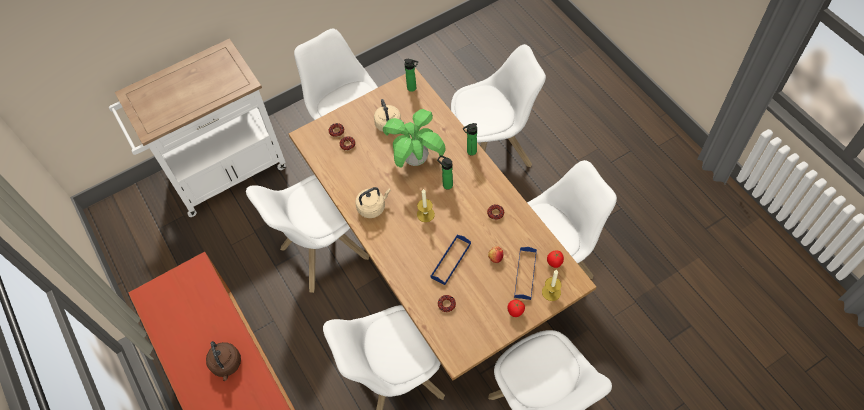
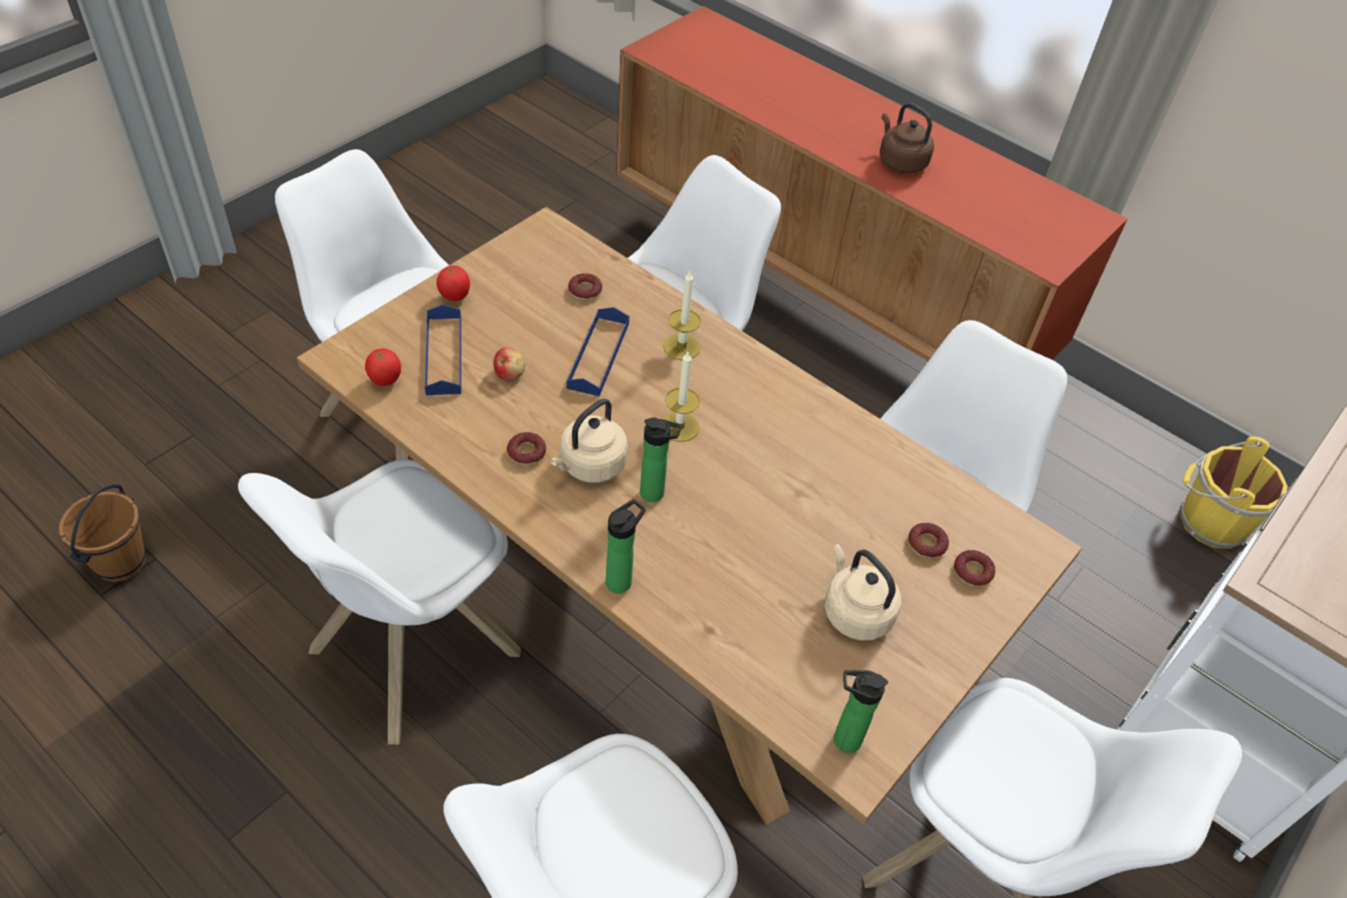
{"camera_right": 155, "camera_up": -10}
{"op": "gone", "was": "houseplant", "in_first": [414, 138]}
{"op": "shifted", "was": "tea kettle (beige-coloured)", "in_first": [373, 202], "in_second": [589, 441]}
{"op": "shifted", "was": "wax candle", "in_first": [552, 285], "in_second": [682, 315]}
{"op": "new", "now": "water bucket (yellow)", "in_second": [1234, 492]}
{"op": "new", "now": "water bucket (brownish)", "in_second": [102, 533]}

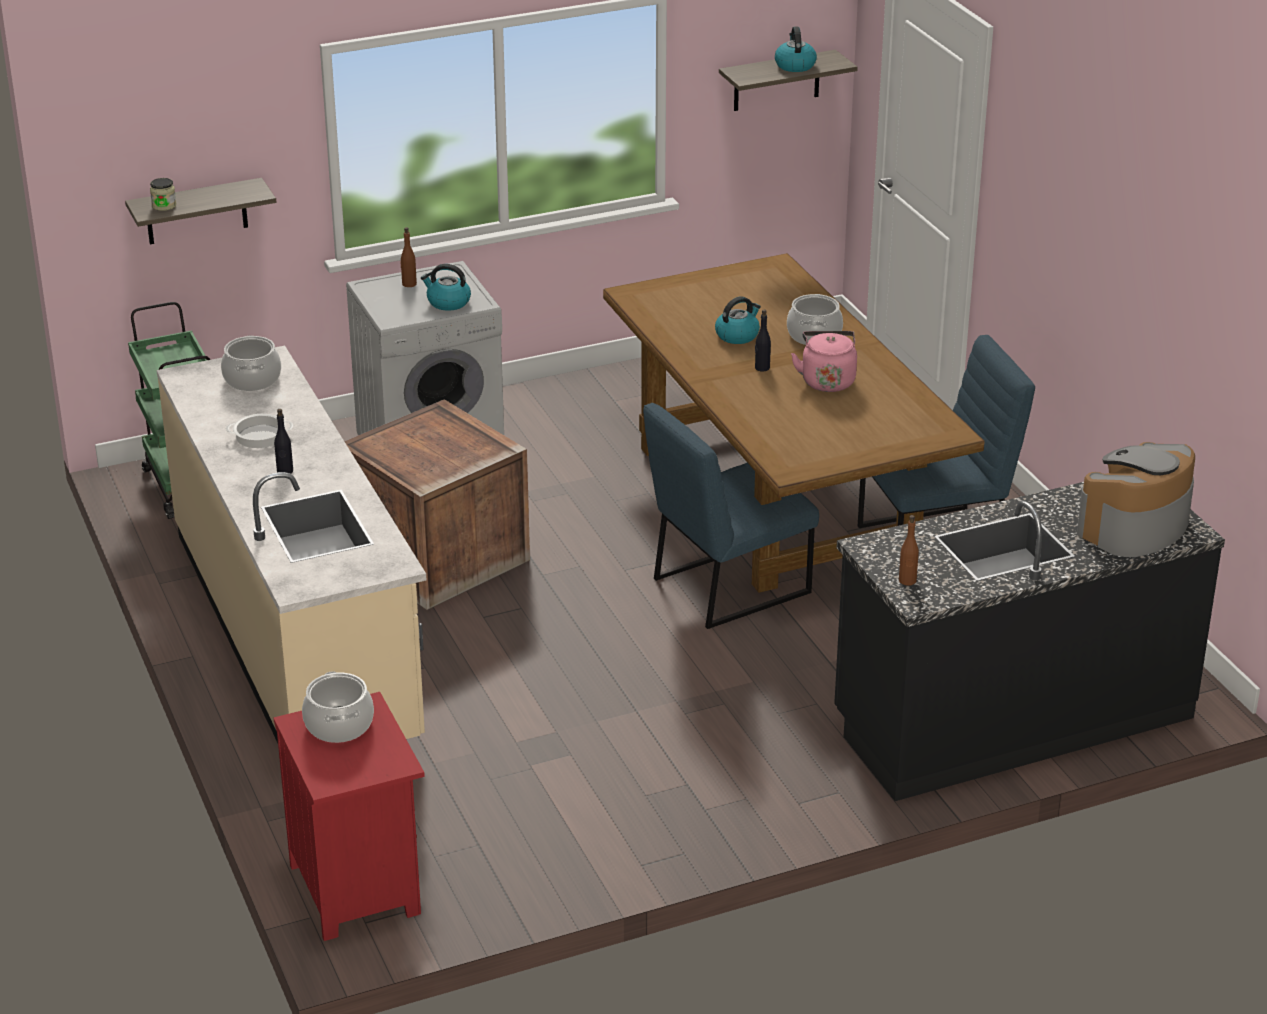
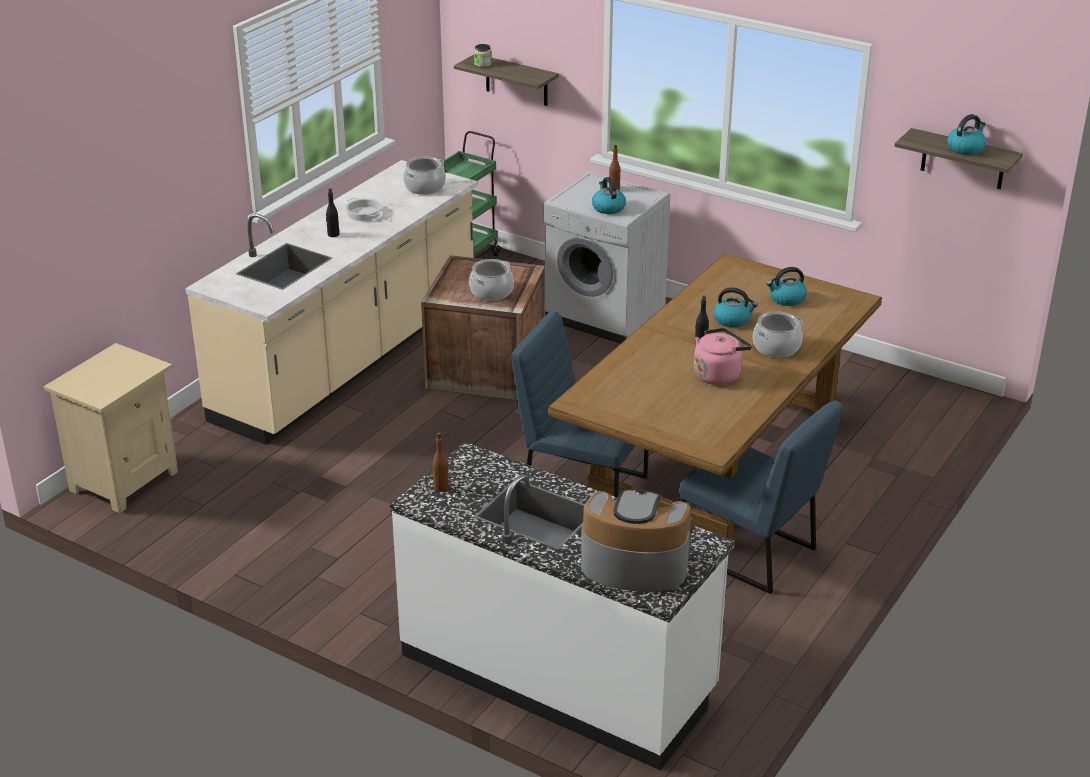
{"camera_right": 55, "camera_up": 0}
{"op": "repainted", "was": "counter (black)", "now": "counter (whitish)", "in_first": [1029, 641], "in_second": [562, 606]}
{"op": "shifted", "was": "stockpot", "in_first": [338, 707], "in_second": [491, 280]}
{"op": "repainted", "was": "bedside table (reddish)", "now": "bedside table (beige-coloured)", "in_first": [349, 816], "in_second": [111, 428]}
{"op": "new", "now": "tea kettle", "in_second": [786, 286]}

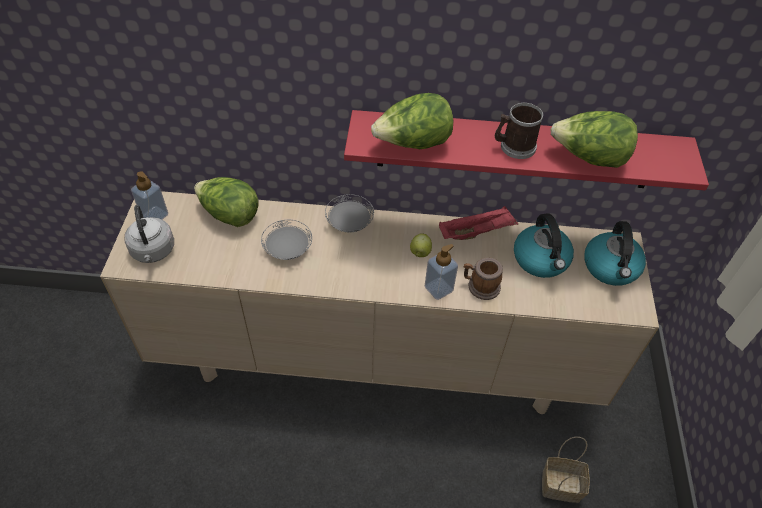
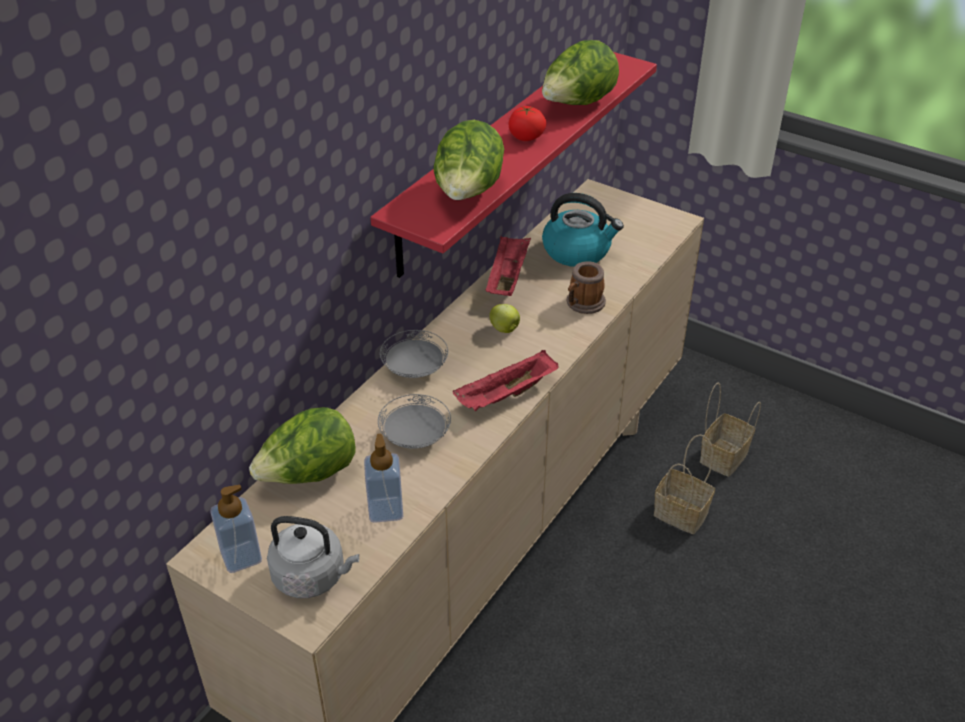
{"camera_right": -60, "camera_up": -10}
{"op": "swapped", "was": "mug", "now": "tomato", "in_first": [519, 131], "in_second": [527, 123]}
{"op": "gone", "was": "tea kettle", "in_first": [615, 253]}
{"op": "shifted", "was": "soap dispenser", "in_first": [441, 272], "in_second": [383, 478]}
{"op": "new", "now": "tray (reddish)", "in_second": [505, 380]}
{"op": "new", "now": "household basket", "in_second": [684, 484]}

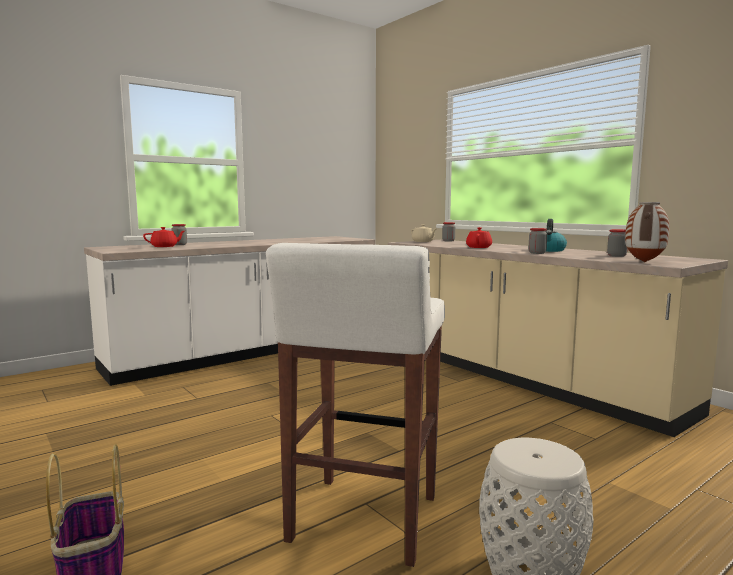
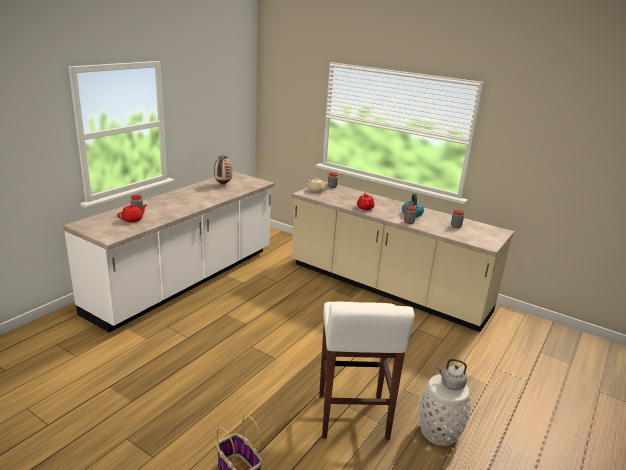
{"camera_right": -20, "camera_up": 15}
{"op": "shifted", "was": "decorative vase", "in_first": [647, 232], "in_second": [223, 170]}
{"op": "new", "now": "tea kettle (grey)", "in_second": [452, 374]}

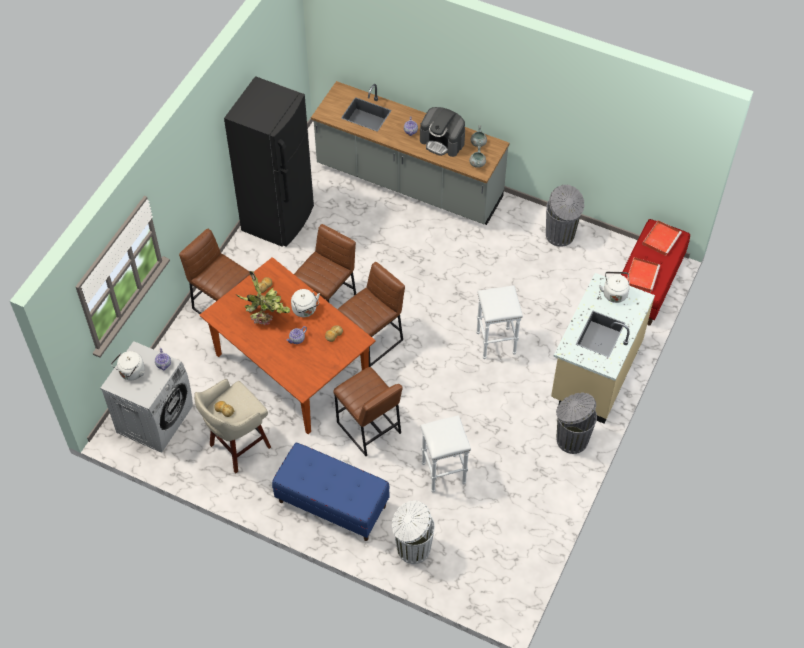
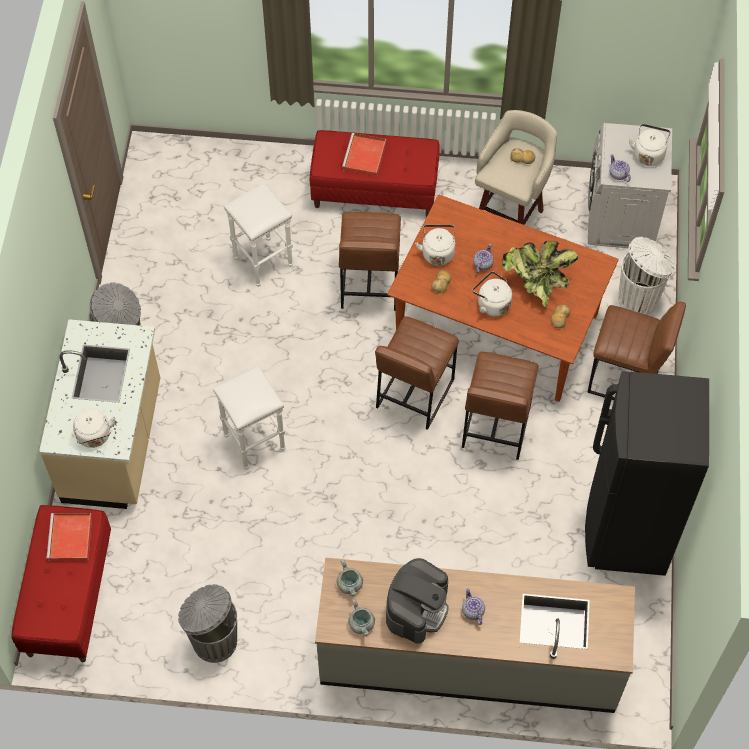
{"camera_right": 160, "camera_up": 5}
{"op": "rotated", "was": "coffee brewer", "in_first": [442, 132], "in_second": [417, 601], "clockwise": 105}
{"op": "shifted", "was": "tray (reddish)", "in_first": [662, 238], "in_second": [364, 154]}
{"op": "rotated", "was": "upright chair (brownish)", "in_first": [368, 411], "in_second": [370, 261], "clockwise": -120}
{"op": "repainted", "was": "bench (bluish)", "now": "bench (reddish)", "in_first": [330, 492], "in_second": [375, 173]}
{"op": "shifted", "was": "waste bin (whitish)", "in_first": [413, 532], "in_second": [646, 276]}
{"op": "new", "now": "tea kettle (whitish)", "in_second": [435, 245]}

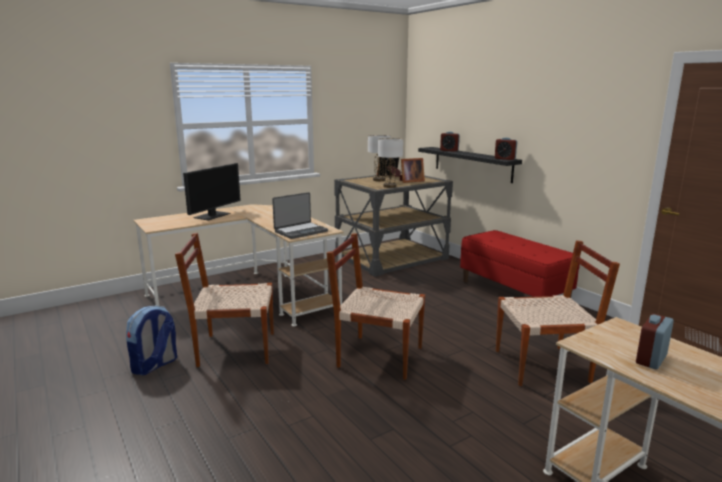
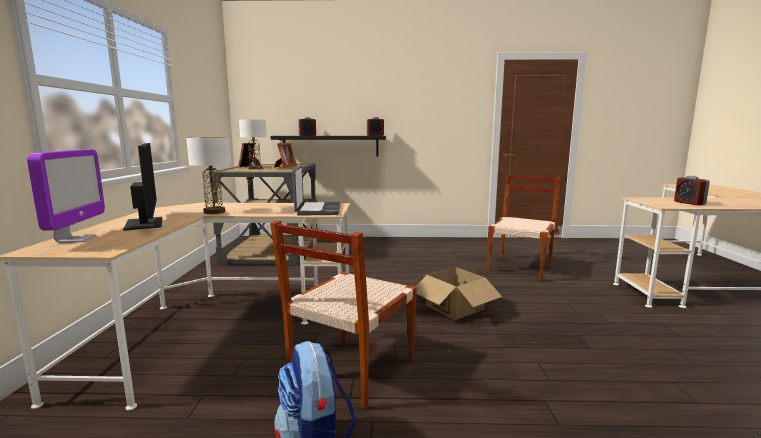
{"camera_right": -55, "camera_up": -5}
{"op": "shifted", "was": "lamp for a table", "in_first": [390, 163], "in_second": [208, 176]}
{"op": "gone", "was": "bench (reddish)", "in_first": [520, 264]}
{"op": "swapped", "was": "upright chair", "now": "carton", "in_first": [375, 306], "in_second": [458, 293]}
{"op": "new", "now": "monitor", "in_second": [66, 196]}

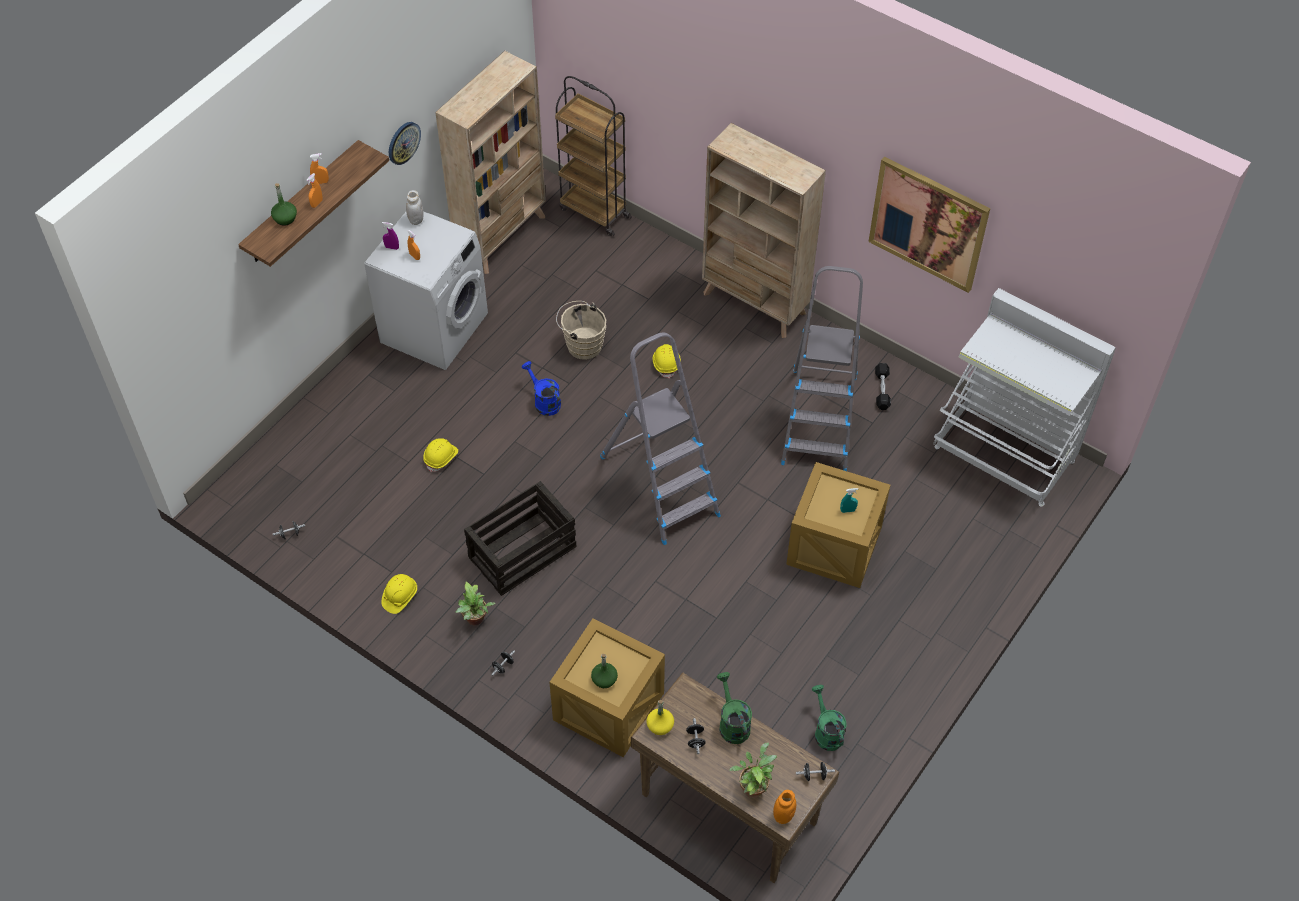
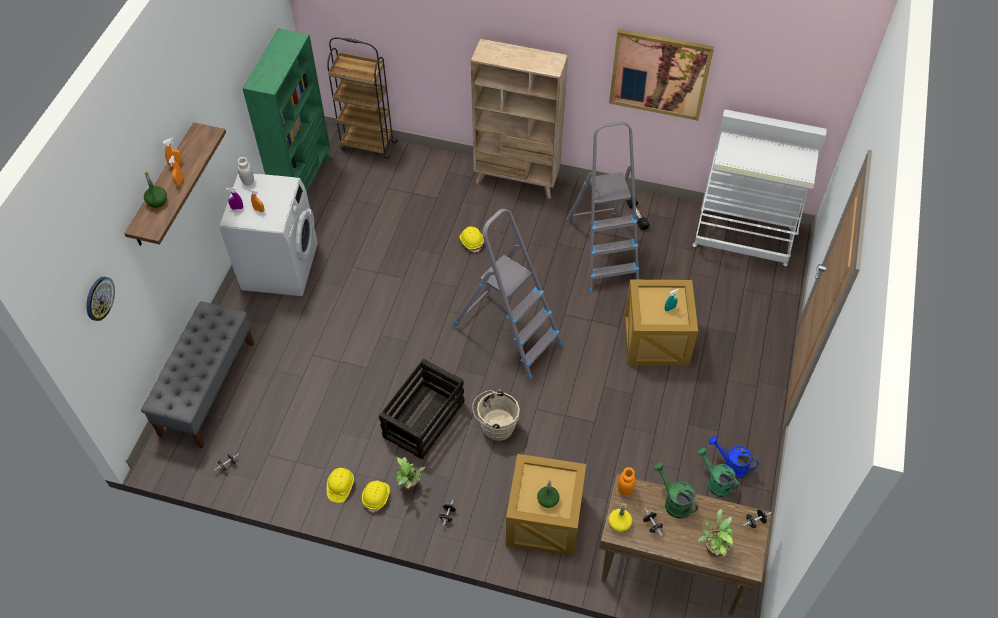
{"camera_right": -20, "camera_up": 0}
{"op": "repainted", "was": "bookshelf (beige-coloured)", "now": "bookshelf (green)", "in_first": [490, 162], "in_second": [287, 110]}
{"op": "shifted", "was": "clock on the wall", "in_first": [405, 143], "in_second": [100, 299]}
{"op": "shifted", "was": "water bucket (beige-coloured)", "in_first": [581, 330], "in_second": [496, 415]}
{"op": "shifted", "was": "watering pot (bluish)", "in_first": [541, 388], "in_second": [734, 457]}
{"op": "shifted", "was": "safety helmet (yellow)", "in_first": [440, 455], "in_second": [376, 497]}
{"op": "shifted", "was": "jar (orange-coloured)", "in_first": [784, 807], "in_second": [626, 481]}
{"op": "new", "now": "bench (grey)", "in_second": [197, 375]}

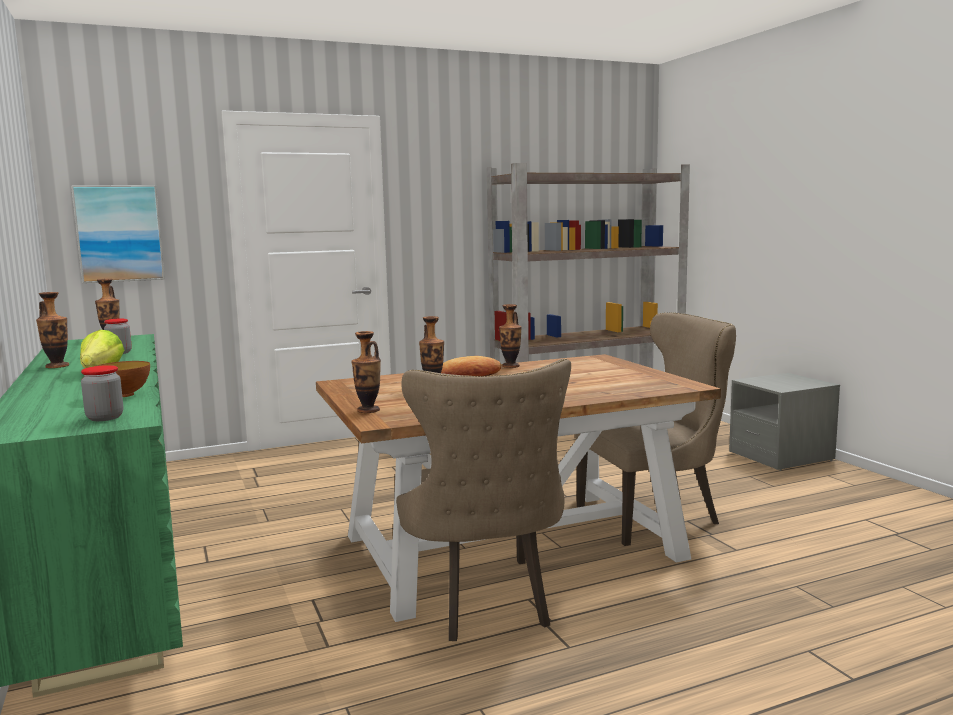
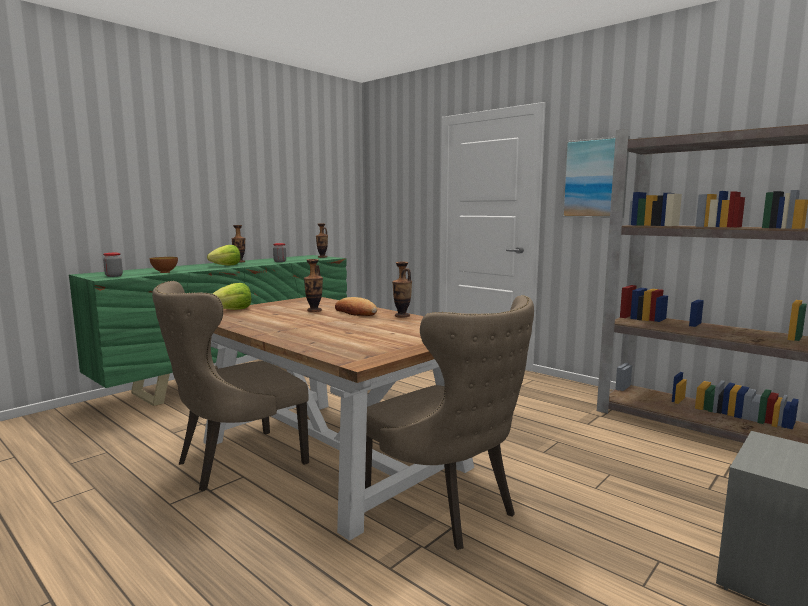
{"camera_right": 65, "camera_up": 0}
{"op": "shifted", "was": "picture", "in_first": [118, 234], "in_second": [596, 177]}
{"op": "swapped", "was": "decorative vase", "now": "lettuce head", "in_first": [366, 372], "in_second": [231, 296]}

